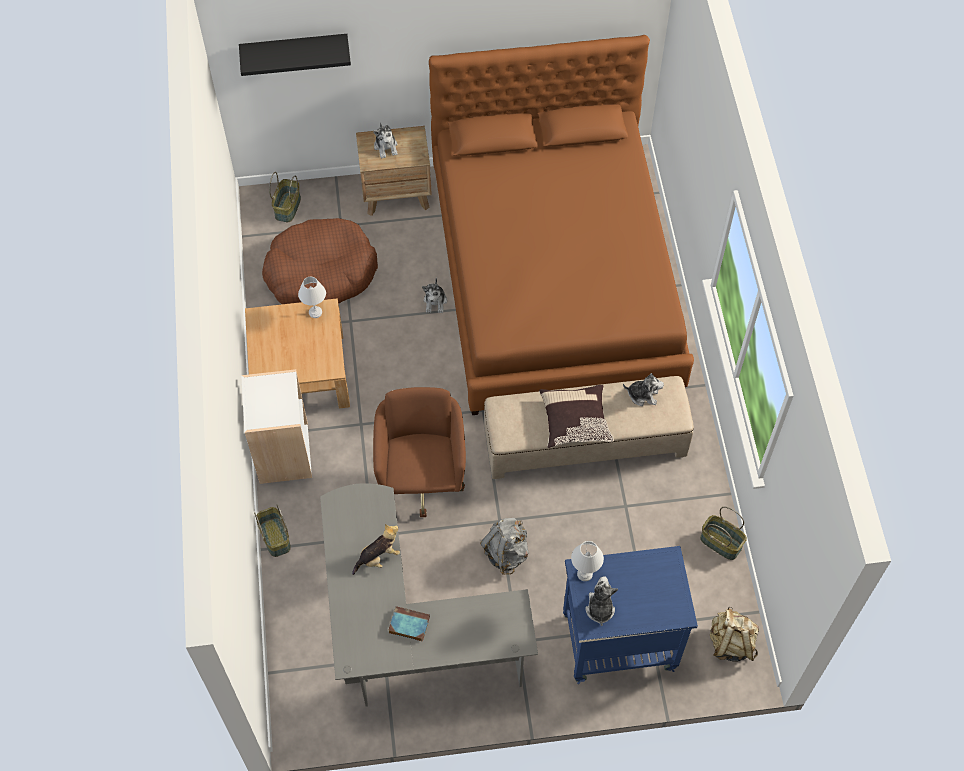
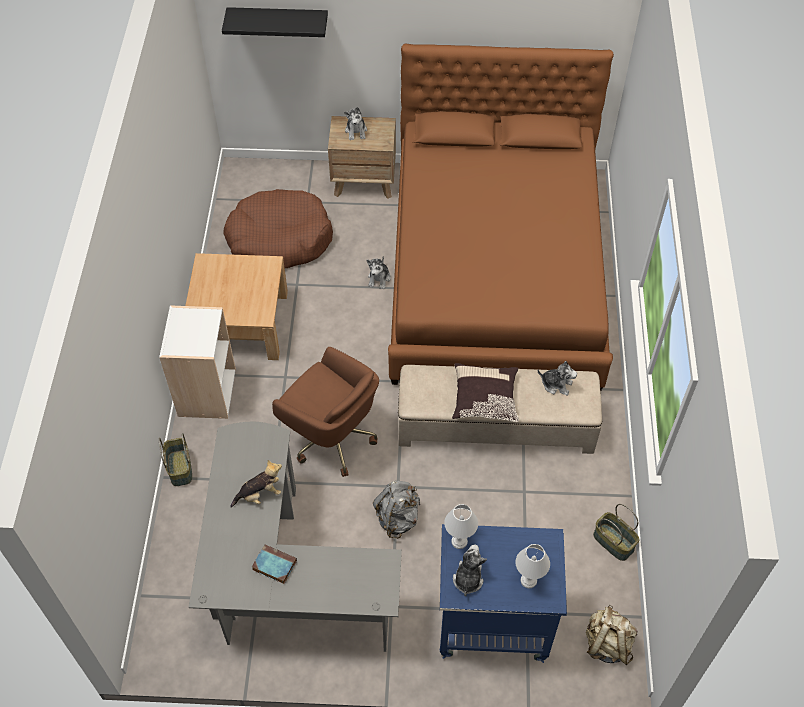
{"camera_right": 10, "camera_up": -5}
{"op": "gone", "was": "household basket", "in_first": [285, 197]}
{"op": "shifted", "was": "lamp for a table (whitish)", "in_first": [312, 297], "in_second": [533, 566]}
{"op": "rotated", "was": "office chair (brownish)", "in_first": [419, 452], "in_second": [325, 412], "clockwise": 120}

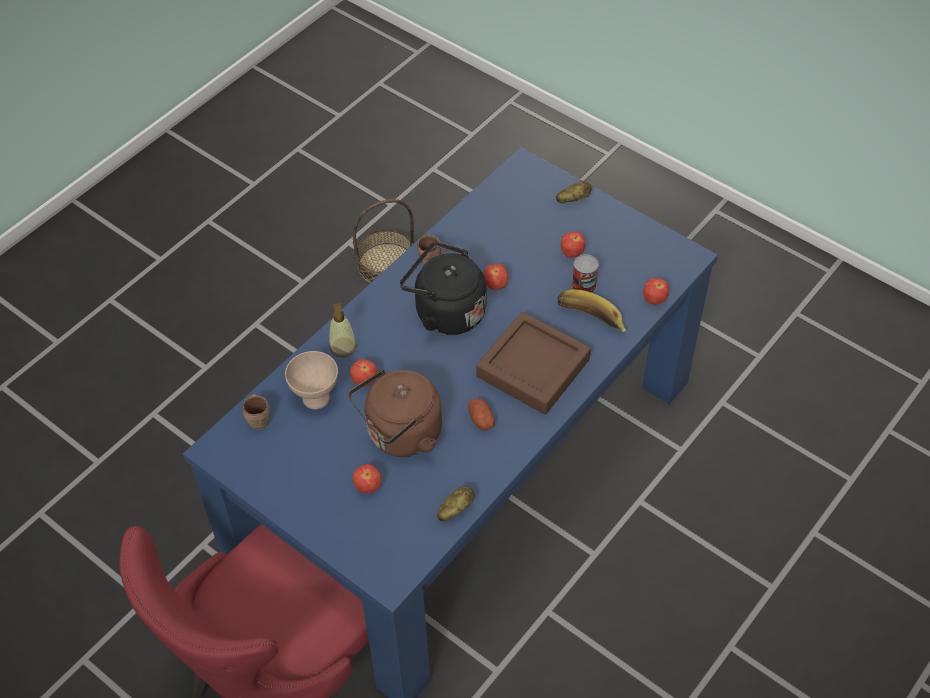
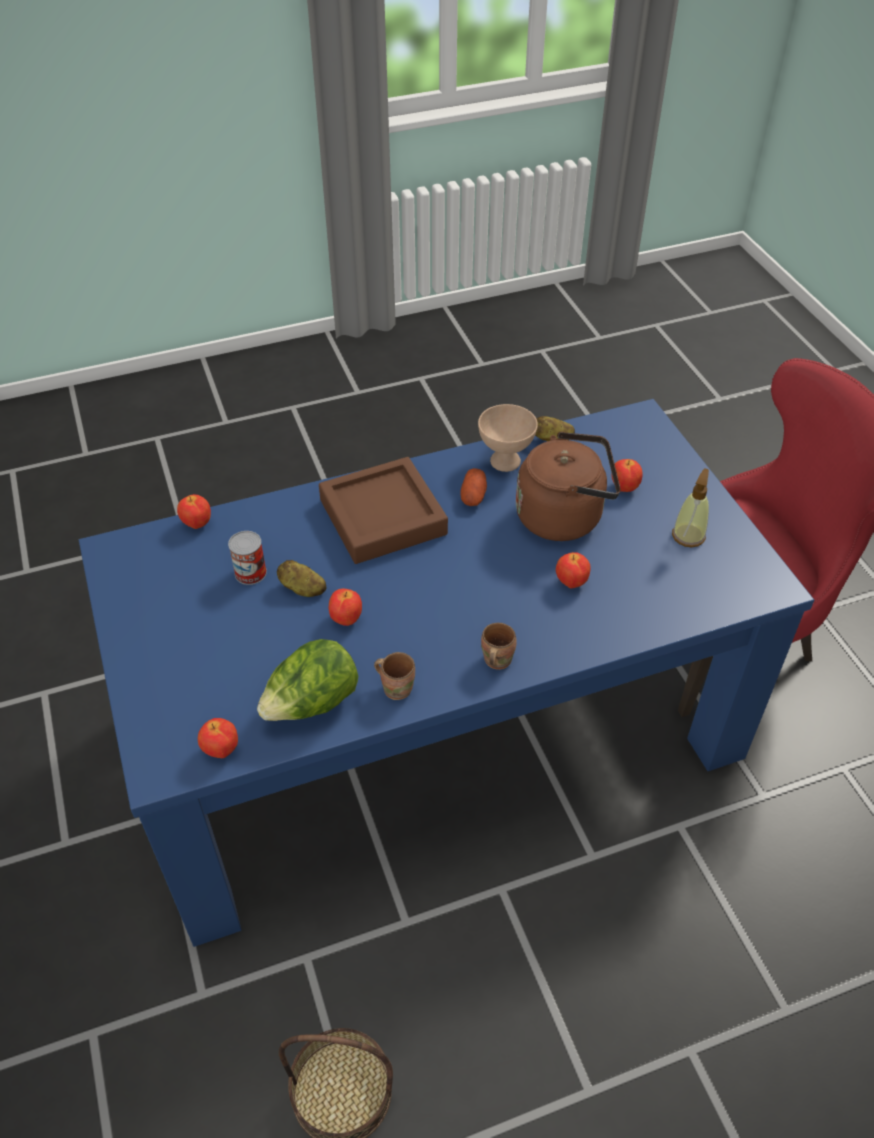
{"camera_right": -150, "camera_up": -5}
{"op": "shifted", "was": "spud", "in_first": [574, 192], "in_second": [301, 578]}
{"op": "shifted", "was": "apple fruit", "in_first": [573, 245], "in_second": [218, 738]}
{"op": "gone", "was": "tea kettle (black)", "in_first": [443, 288]}
{"op": "gone", "was": "banana", "in_first": [591, 310]}
{"op": "shifted", "was": "soap dispenser", "in_first": [343, 330], "in_second": [690, 508]}
{"op": "shifted", "was": "bowl (beige-coloured)", "in_first": [311, 380], "in_second": [508, 438]}
{"op": "shifted", "was": "mug (brownish)", "in_first": [256, 411], "in_second": [499, 646]}
{"op": "new", "now": "lettuce head", "in_second": [307, 680]}

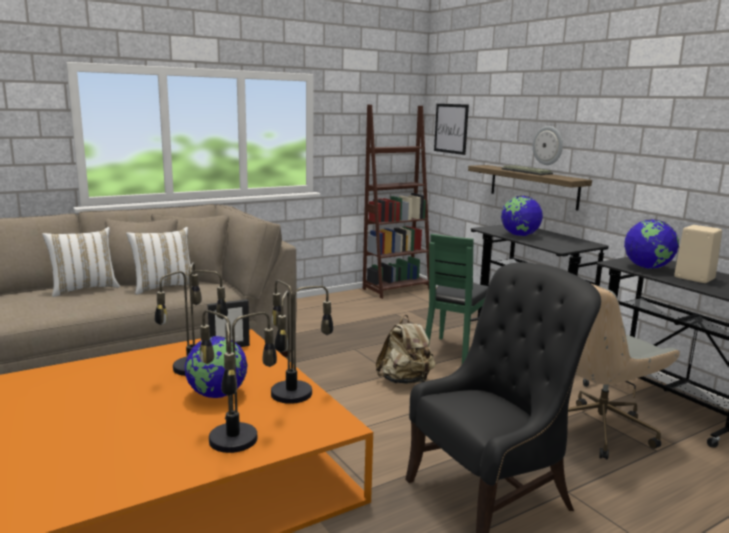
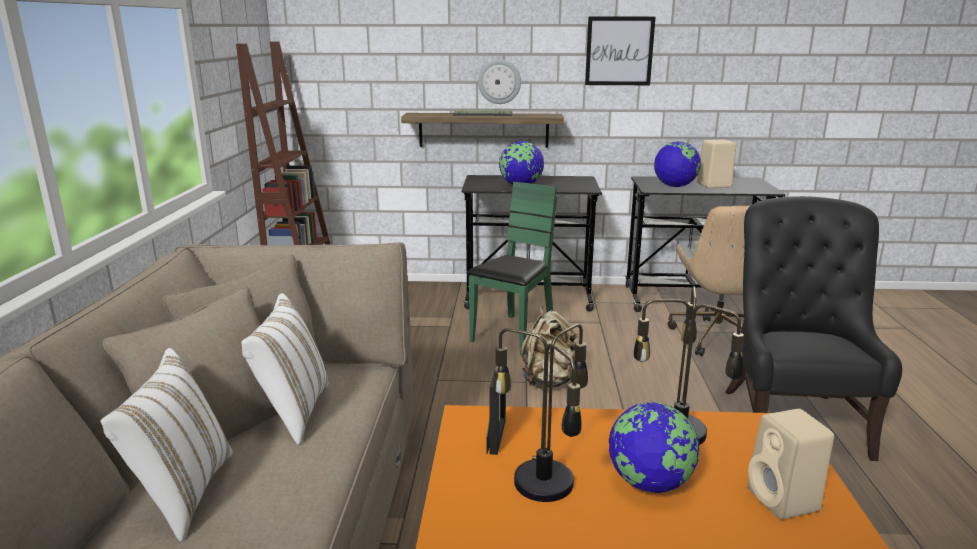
{"camera_right": -55, "camera_up": 5}
{"op": "shifted", "was": "picture", "in_first": [451, 129], "in_second": [620, 51]}
{"op": "rotated", "was": "upright chair (green)", "in_first": [456, 299], "in_second": [512, 268], "clockwise": -120}
{"op": "swapped", "was": "lamp for a table", "now": "loudspeaker (beige-coloured)", "in_first": [238, 381], "in_second": [790, 464]}

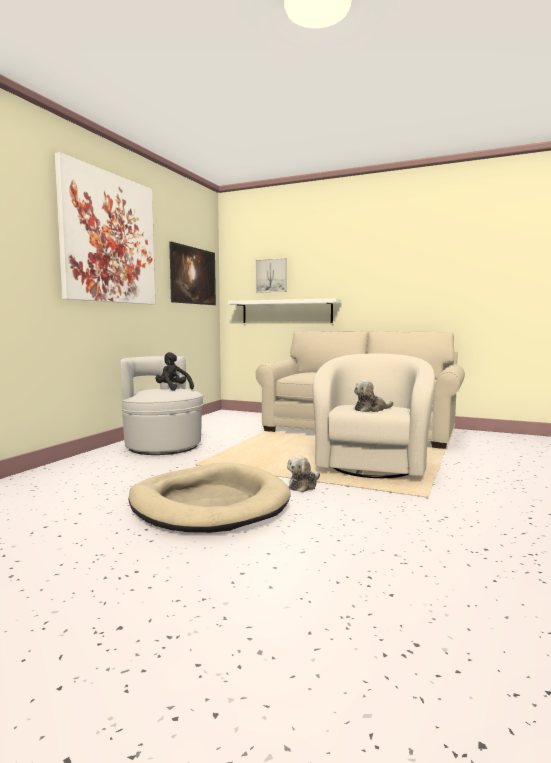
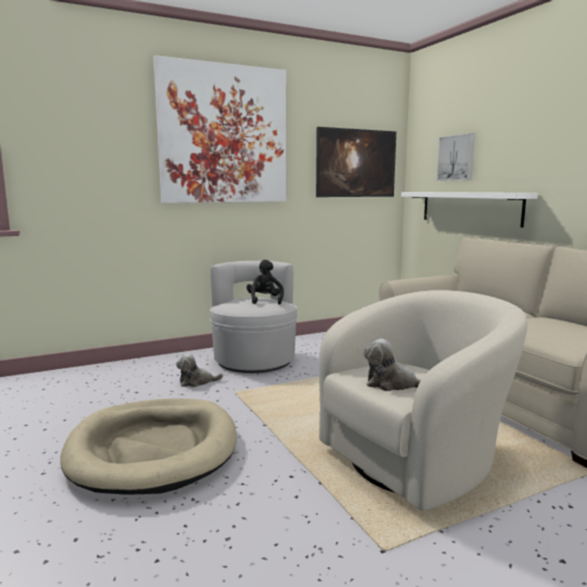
{"camera_right": 40, "camera_up": 5}
{"op": "shifted", "was": "soft toy", "in_first": [303, 474], "in_second": [199, 370]}

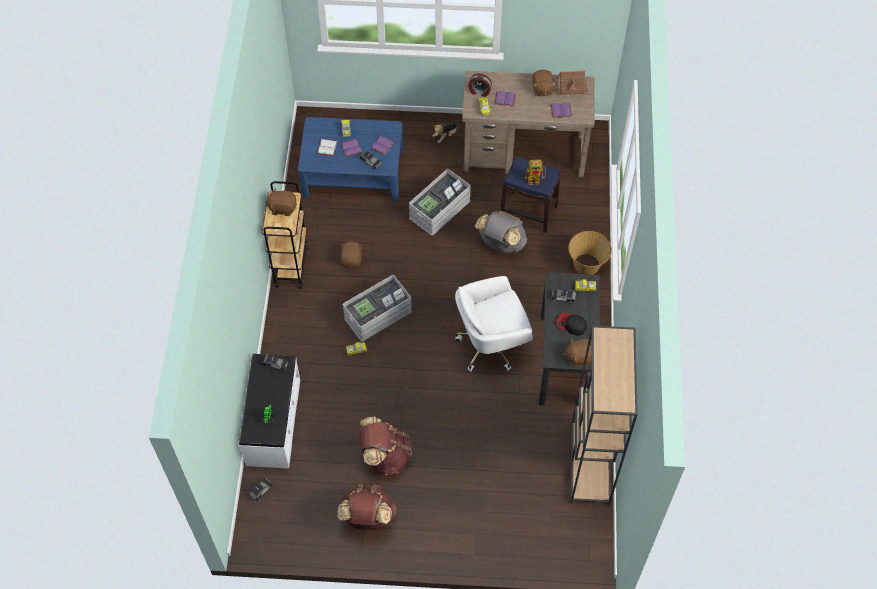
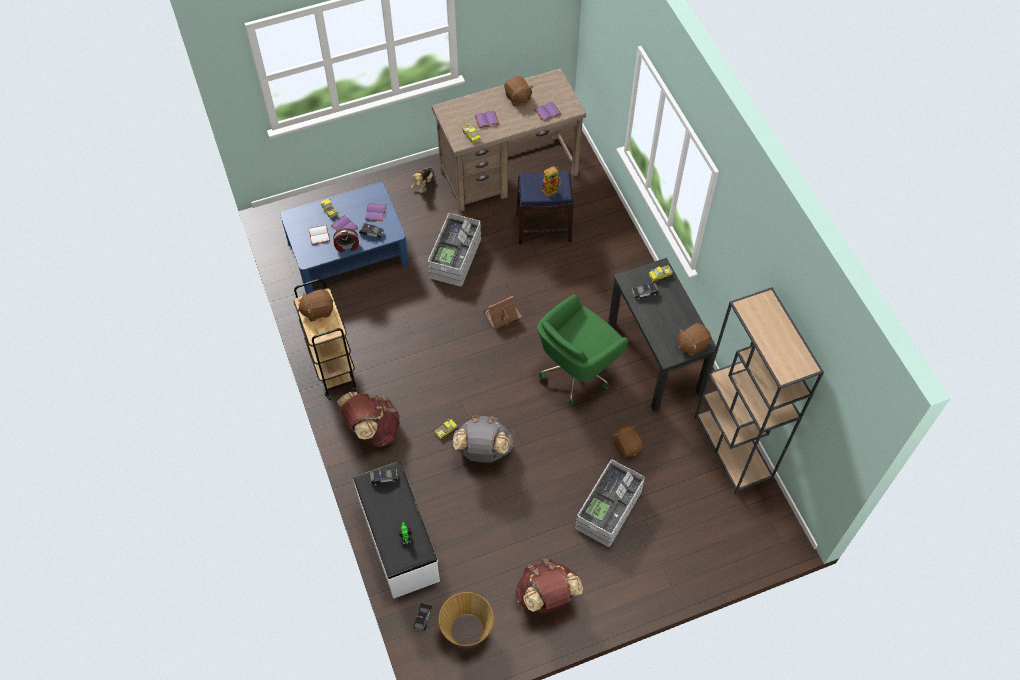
{"camera_right": -25, "camera_up": 0}
{"op": "shifted", "was": "miniature house", "in_first": [573, 83], "in_second": [502, 312]}
{"op": "shifted", "was": "bedside clock", "in_first": [480, 85], "in_second": [346, 240]}
{"op": "shifted", "was": "rucksack (grey)", "in_first": [501, 232], "in_second": [483, 439]}
{"op": "shifted", "was": "household basket", "in_first": [590, 253], "in_second": [466, 619]}
{"op": "shifted", "was": "soft toy (brownish)", "in_first": [351, 254], "in_second": [627, 441]}
{"op": "shifted", "was": "storage box (grey)", "in_first": [377, 308], "in_second": [610, 503]}
{"op": "repainted", "was": "office chair (whitish)", "now": "office chair (green)", "in_first": [494, 324], "in_second": [582, 350]}
{"op": "gone", "was": "cap", "in_first": [571, 324]}
{"op": "shifted", "was": "rucksack (brownish)", "in_first": [385, 446], "in_second": [368, 419]}

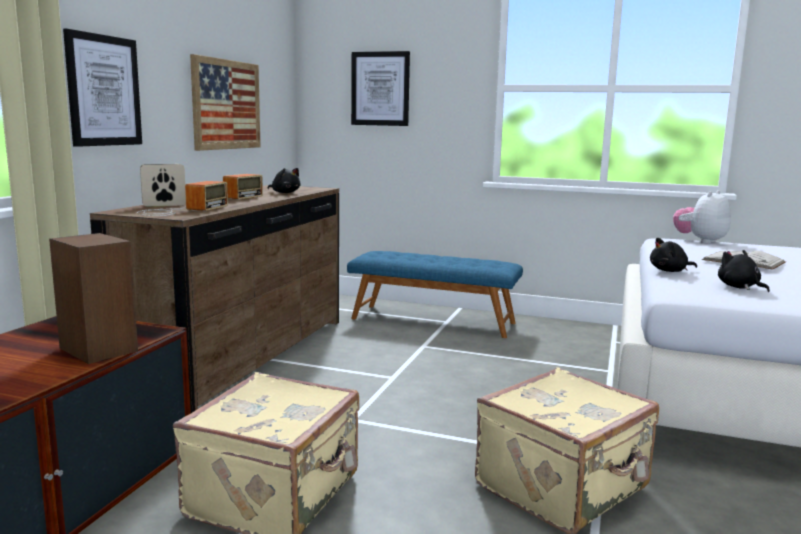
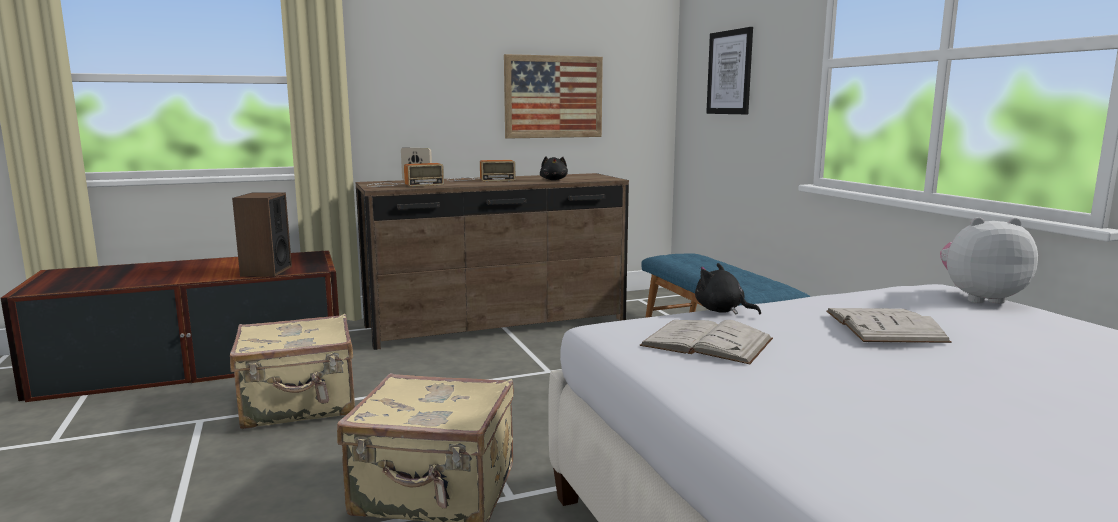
{"camera_right": 50, "camera_up": 0}
{"op": "gone", "was": "picture", "in_first": [102, 87]}
{"op": "swapped", "was": "soft toy (black)", "now": "volume (whitish)", "in_first": [744, 271], "in_second": [706, 342]}

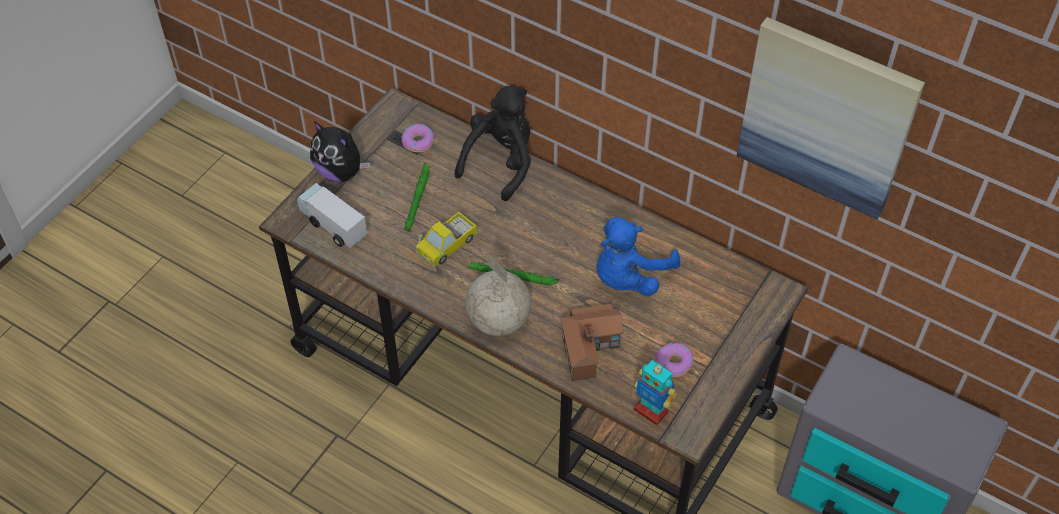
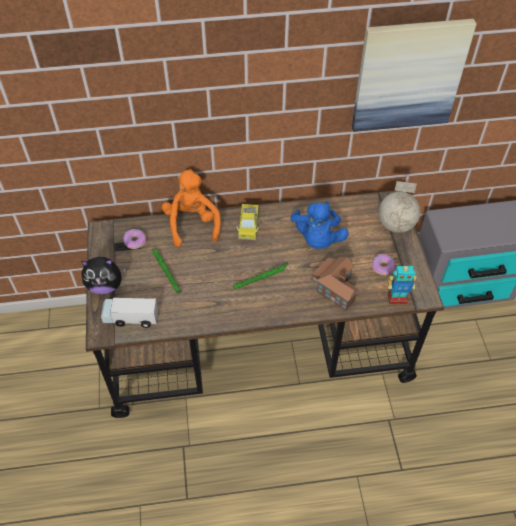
{"camera_right": -40, "camera_up": 0}
{"op": "repainted", "was": "soft toy (black)", "now": "soft toy (orange-coloured)", "in_first": [493, 143], "in_second": [191, 208]}
{"op": "shifted", "was": "toy lorry", "in_first": [446, 240], "in_second": [247, 222]}
{"op": "shifted", "was": "desk globe", "in_first": [498, 294], "in_second": [399, 207]}

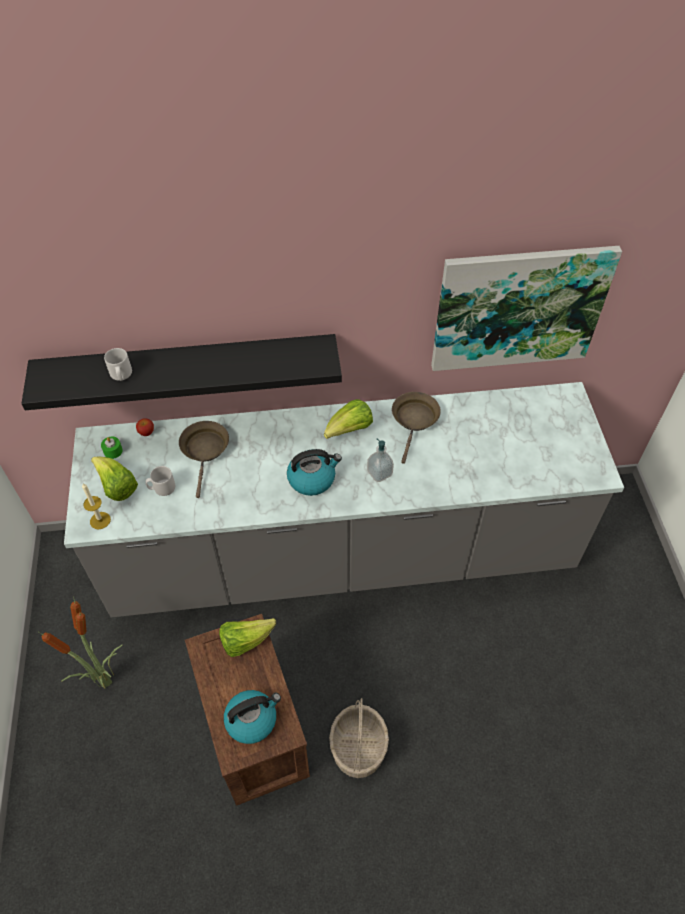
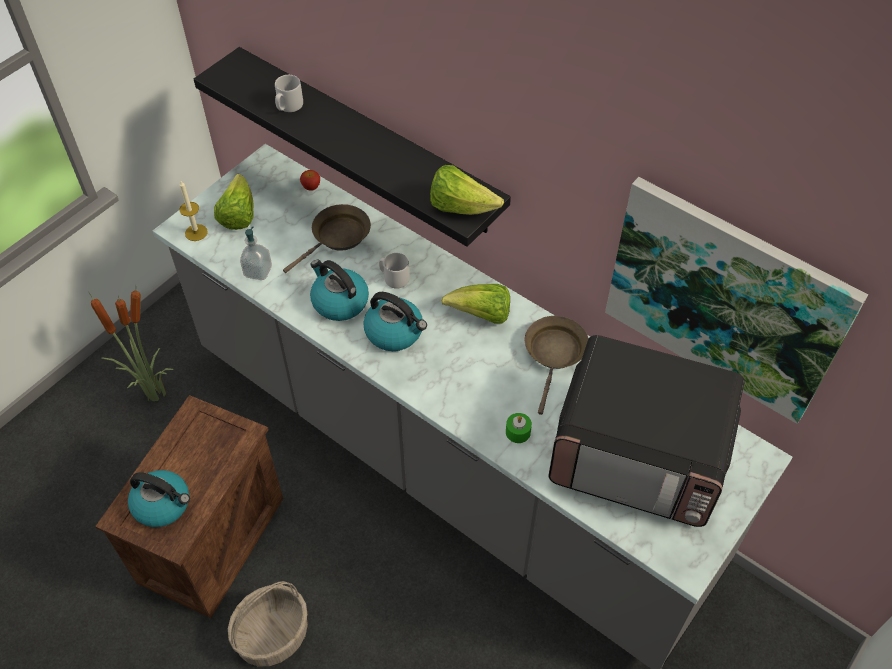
{"camera_right": 45, "camera_up": 0}
{"op": "rotated", "was": "pan (brownish)", "in_first": [416, 428], "in_second": [557, 365], "clockwise": -45}
{"op": "shifted", "was": "wax candle (green)", "in_first": [112, 448], "in_second": [519, 428]}
{"op": "shifted", "was": "soap dispenser", "in_first": [380, 460], "in_second": [256, 253]}
{"op": "shifted", "was": "mug (grey)", "in_first": [160, 481], "in_second": [394, 271]}
{"op": "shifted", "was": "lettuce head", "in_first": [247, 637], "in_second": [467, 190]}
{"op": "new", "now": "tea kettle", "in_second": [339, 290]}
{"op": "new", "now": "kitchen microwave", "in_second": [646, 431]}

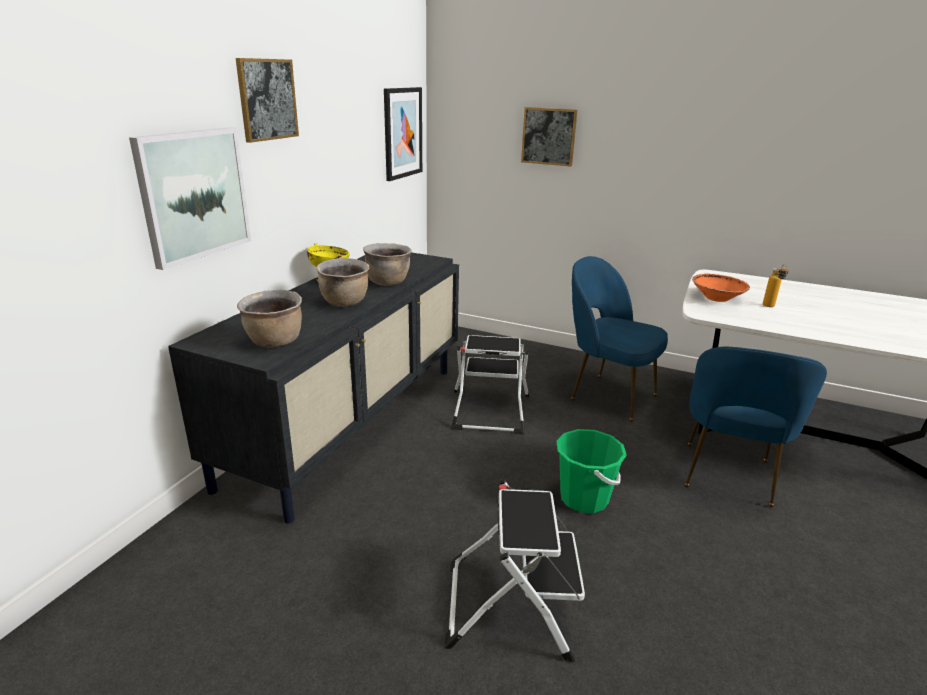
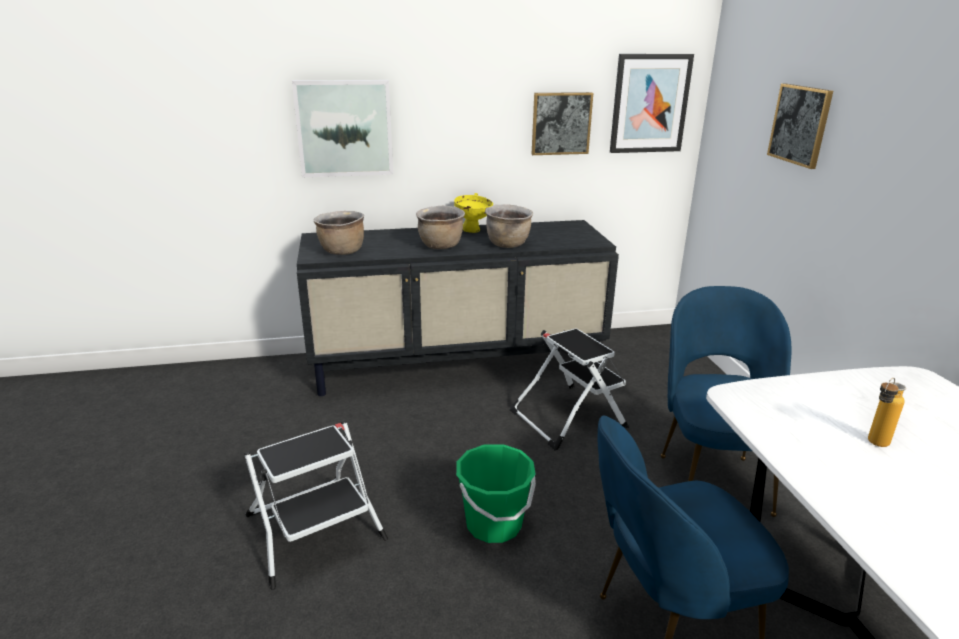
{"camera_right": 55, "camera_up": 0}
{"op": "shifted", "was": "picture", "in_first": [267, 100], "in_second": [562, 123]}
{"op": "gone", "was": "bowl (orange-coloured)", "in_first": [721, 288]}

